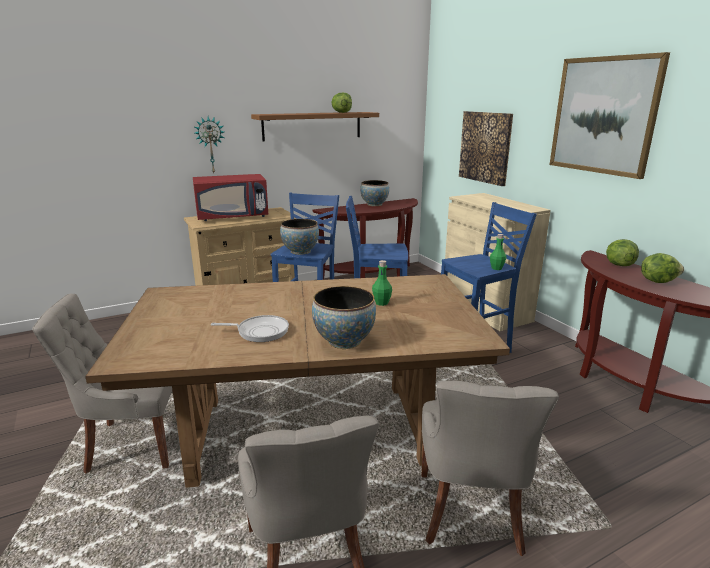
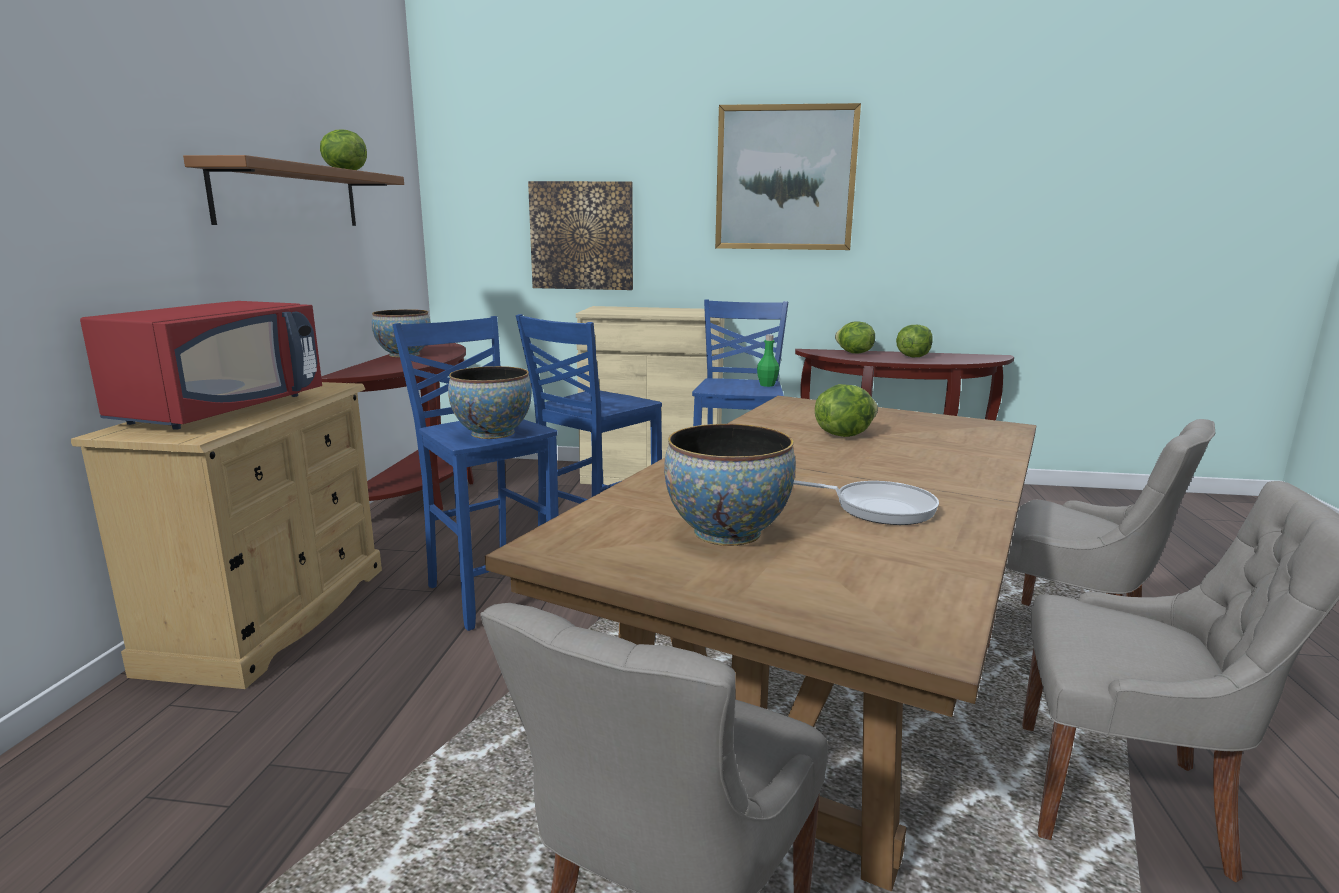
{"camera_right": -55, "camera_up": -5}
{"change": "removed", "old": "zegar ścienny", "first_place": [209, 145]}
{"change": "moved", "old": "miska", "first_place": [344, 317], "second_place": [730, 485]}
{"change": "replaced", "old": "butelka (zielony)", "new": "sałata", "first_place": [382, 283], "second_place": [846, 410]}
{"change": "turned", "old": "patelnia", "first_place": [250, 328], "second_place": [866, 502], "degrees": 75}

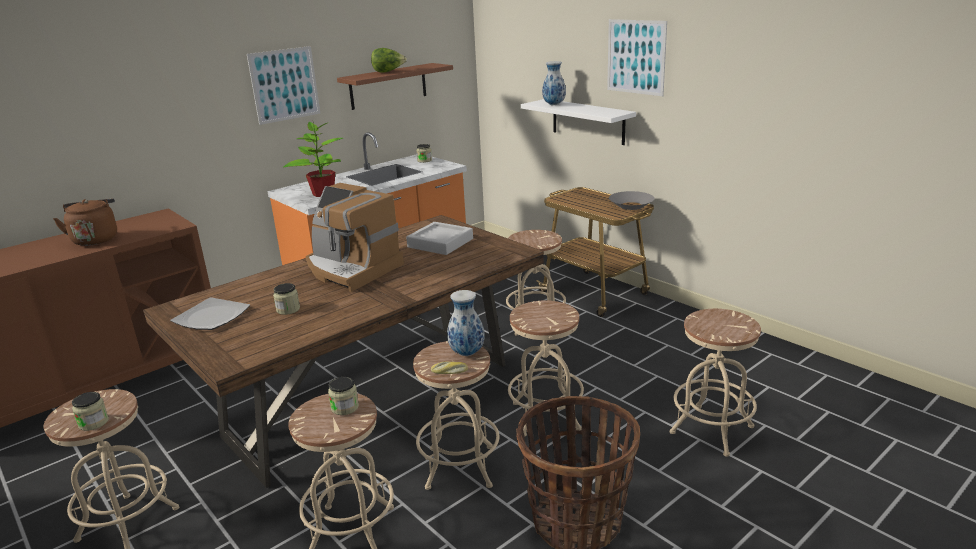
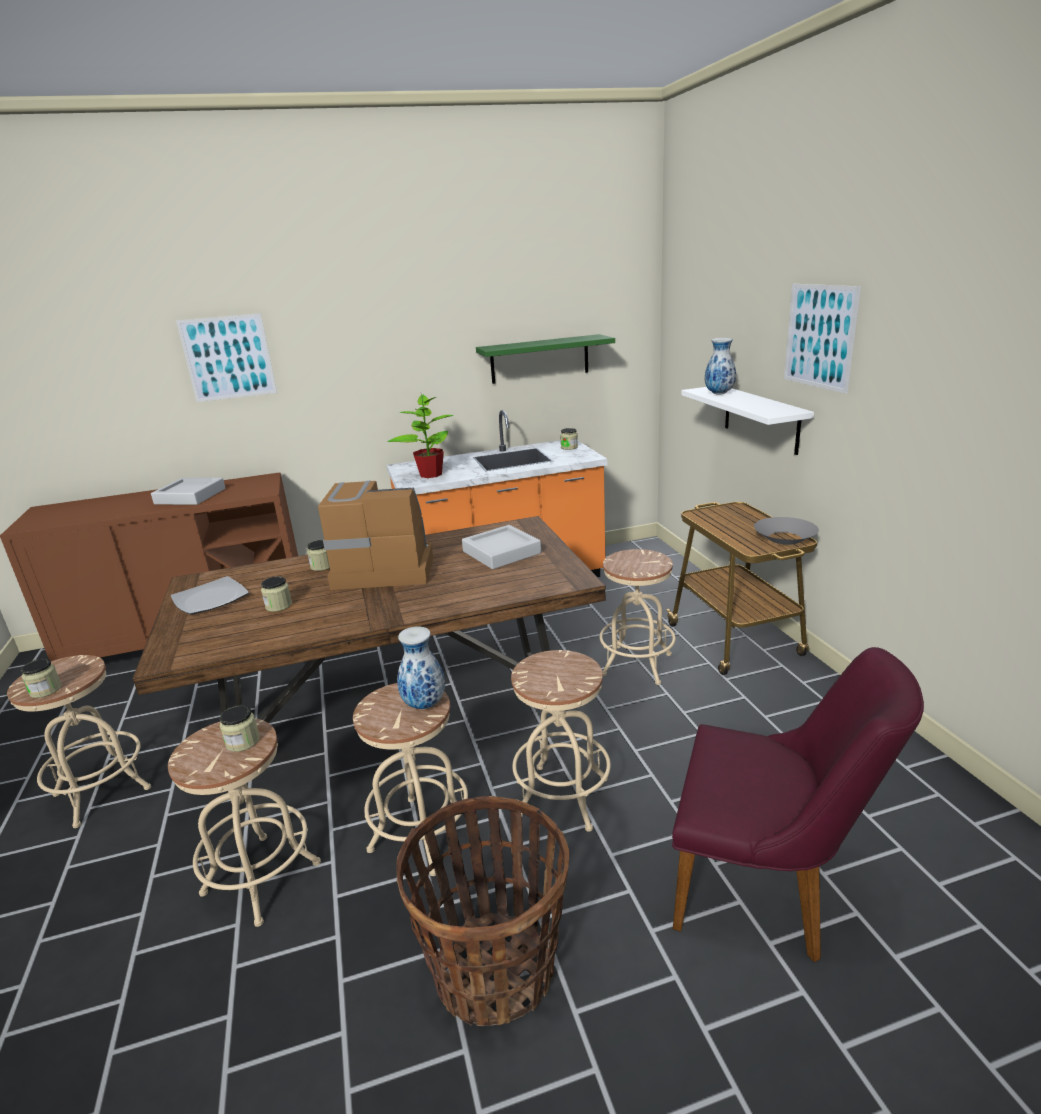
{"camera_right": 25, "camera_up": 0}
{"change": "removed", "old": "sałata", "first_place": [389, 60]}
{"change": "removed", "old": "chleb", "first_place": [449, 367]}
{"change": "added", "new": "słoik", "second_place": [318, 555]}
{"change": "moved", "old": "obraz", "first_place": [283, 85], "second_place": [226, 357]}
{"change": "replaced", "old": "czajnik (brązowy)", "new": "taca (szary)", "first_place": [85, 222], "second_place": [188, 491]}
{"change": "replaced", "old": "stołek (beżowy)", "new": "krzesło (fioletowy)", "first_place": [715, 383], "second_place": [798, 804]}
{"change": "recoloured", "old": "półka (brązowy)", "new": "półka (zielony)", "first_place": [395, 86], "second_place": [545, 359]}
{"change": "turned", "old": "ekspres do kawy", "first_place": [355, 237], "second_place": [375, 535], "degrees": 120}

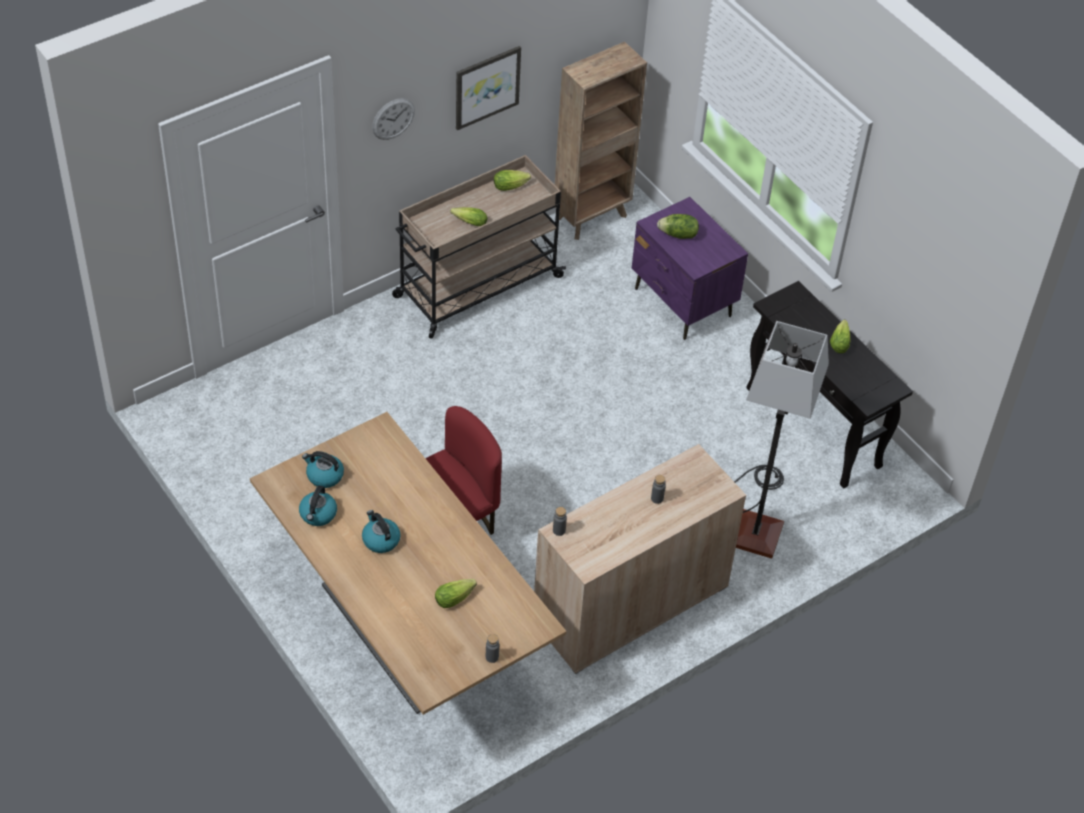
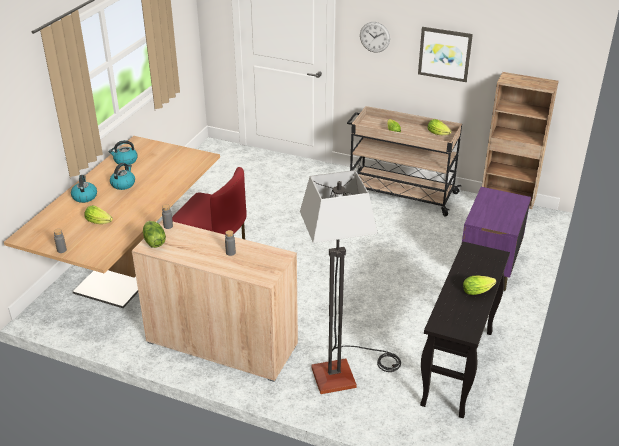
{"camera_right": 60, "camera_up": -15}
{"change": "moved", "old": "czajnik", "first_place": [323, 469], "second_place": [84, 189]}
{"change": "moved", "old": "sałata", "first_place": [678, 226], "second_place": [154, 234]}

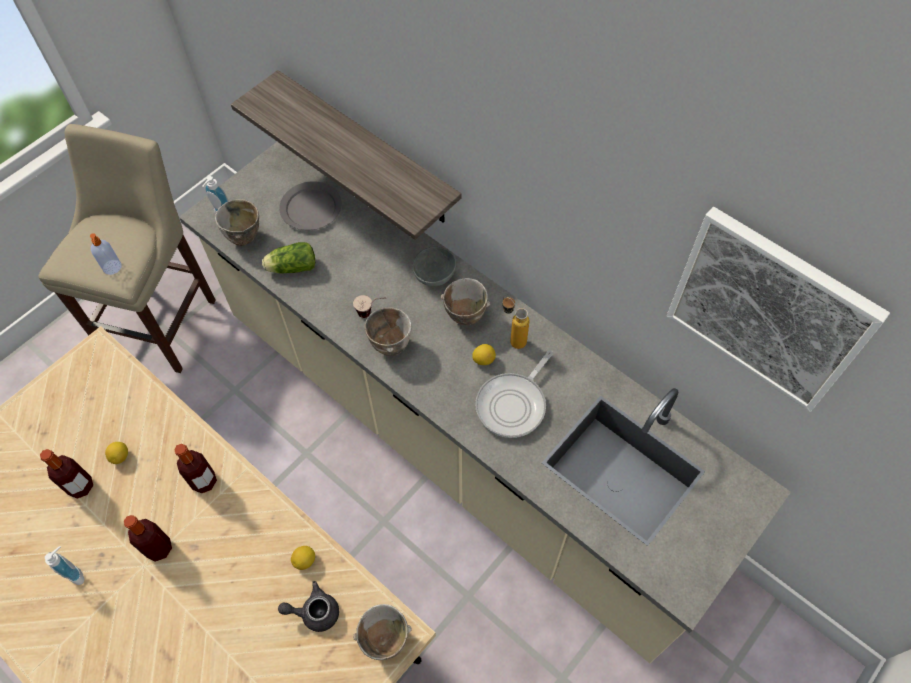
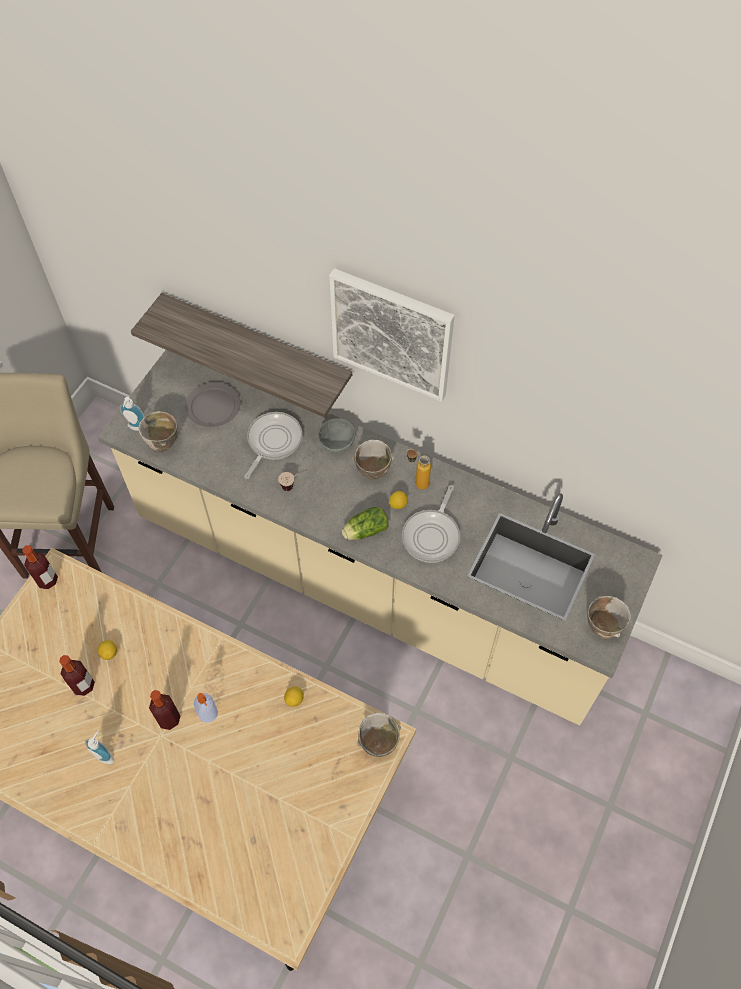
{"camera_right": -15, "camera_up": 0}
{"change": "removed", "old": "imbryk (szary)", "first_place": [308, 606]}
{"change": "added", "new": "patelnia", "second_place": [273, 445]}
{"change": "moved", "old": "dozownik mydła", "first_place": [105, 254], "second_place": [206, 708]}
{"change": "moved", "old": "butelka", "first_place": [196, 469], "second_place": [40, 567]}
{"change": "moved", "old": "sałata", "first_place": [288, 257], "second_place": [364, 523]}
{"change": "moved", "old": "miska", "first_place": [388, 331], "second_place": [609, 617]}
{"change": "moved", "old": "obraz", "first_place": [778, 309], "second_place": [392, 335]}

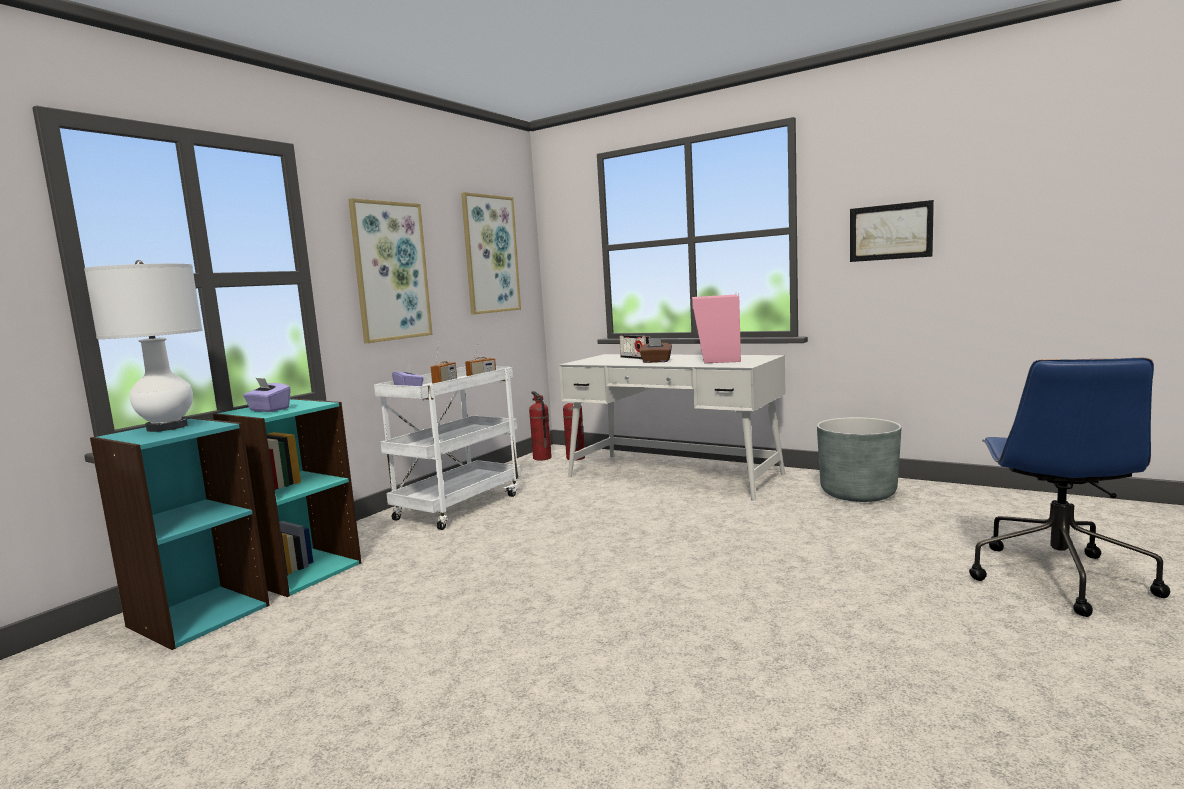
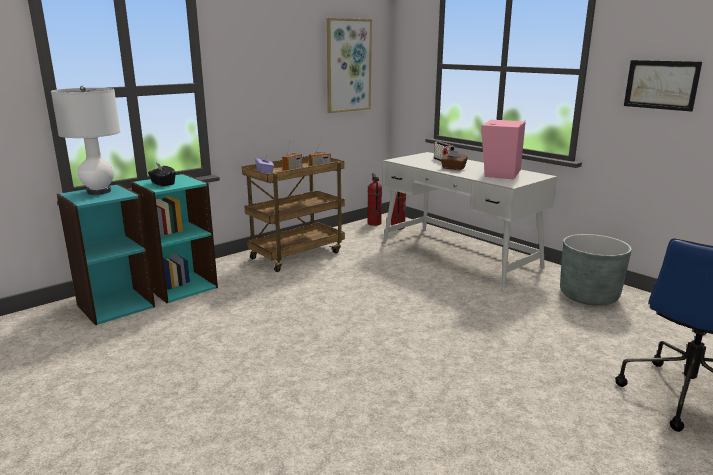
{"camera_right": 15, "camera_up": 10}
{"change": "removed", "old": "obraz", "first_place": [390, 270]}
{"change": "recoloured", "old": "pudełko chusteczek (fioletowy)", "new": "pudełko chusteczek (czarny)", "first_place": [267, 395], "second_place": [161, 174]}
{"change": "recoloured", "old": "wózek (biały)", "new": "wózek (brązowy)", "first_place": [447, 448], "second_place": [293, 214]}

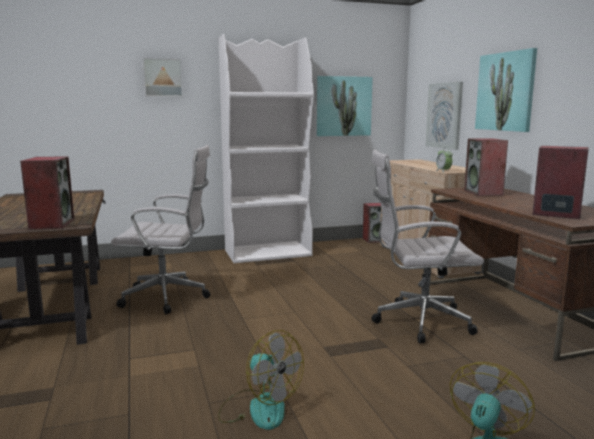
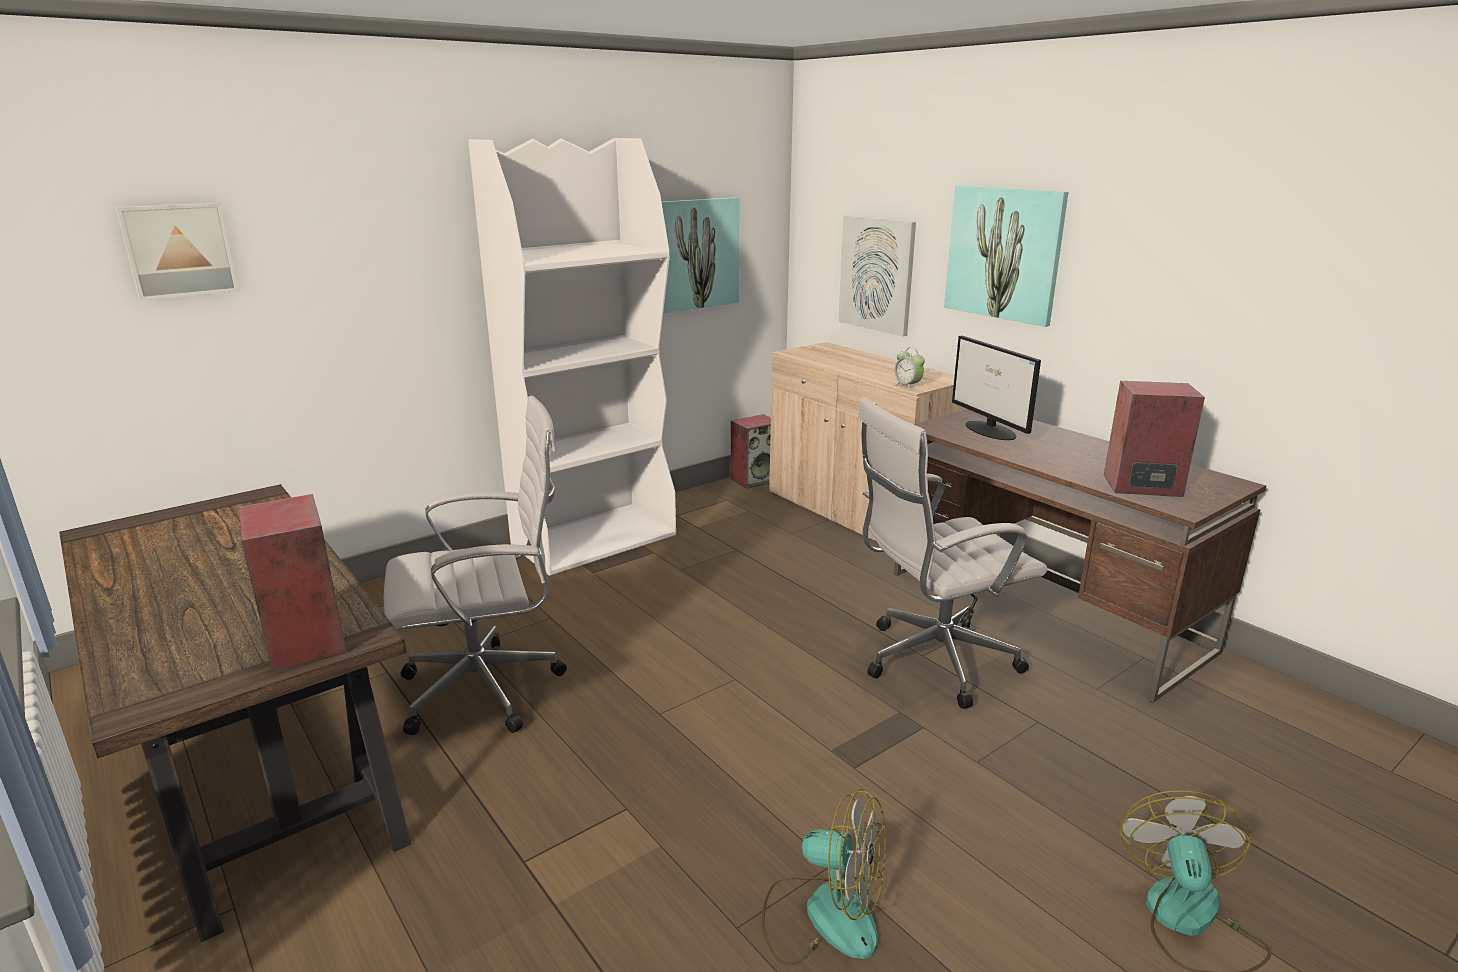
{"camera_right": -20, "camera_up": 10}
{"change": "moved", "old": "obraz", "first_place": [163, 77], "second_place": [177, 252]}
{"change": "replaced", "old": "głośnik", "new": "monitor", "first_place": [486, 167], "second_place": [996, 388]}

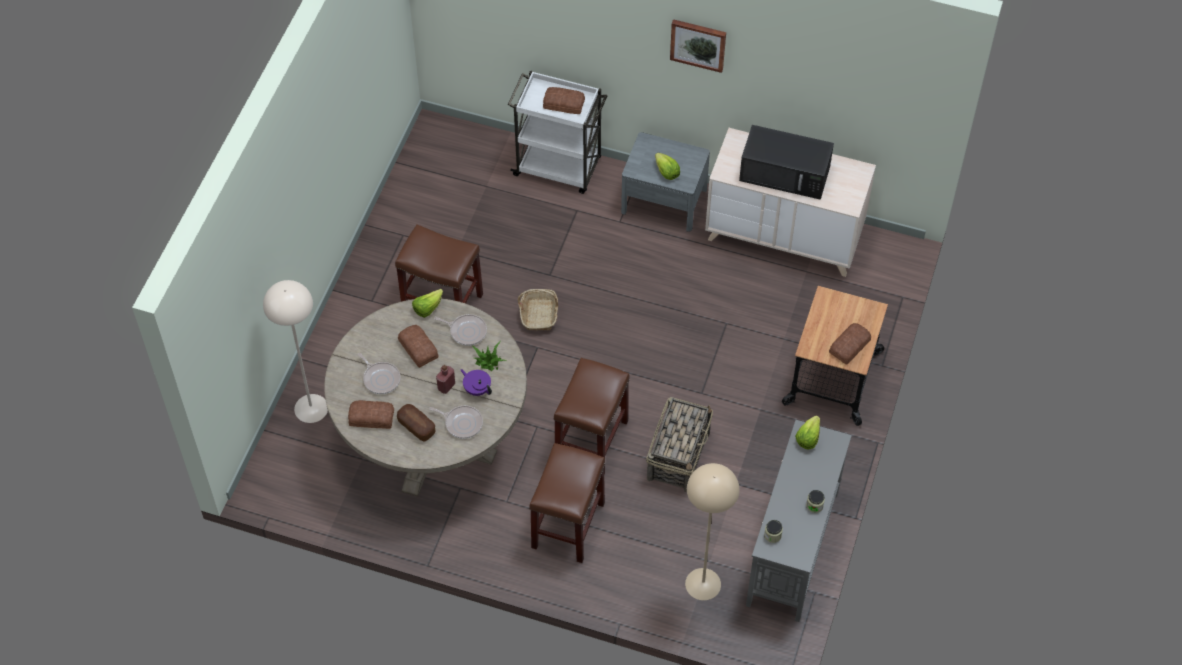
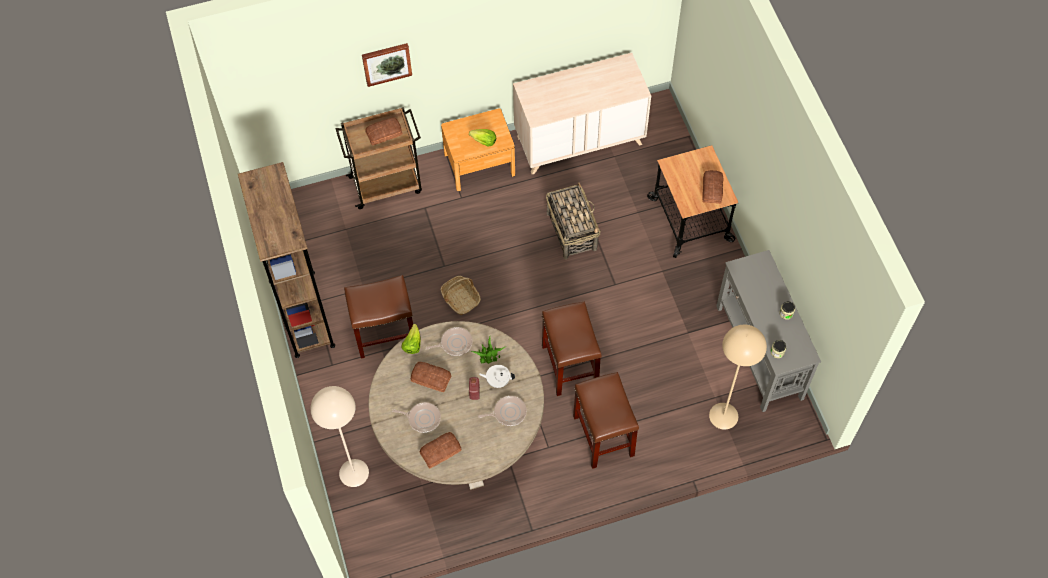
{"camera_right": -35, "camera_up": 5}
{"change": "removed", "old": "chleb", "first_place": [416, 423]}
{"change": "removed", "old": "mikrofalówka (czarny)", "first_place": [786, 162]}
{"change": "removed", "old": "sałata", "first_place": [807, 433]}
{"change": "added", "new": "regał (brązowy)", "second_place": [286, 260]}
{"change": "moved", "old": "koszyk", "first_place": [679, 444], "second_place": [573, 221]}
{"change": "moved", "old": "obraz", "first_place": [698, 46], "second_place": [387, 65]}
{"change": "recoloured", "old": "imbryk (fioletowy)", "new": "imbryk (biały)", "first_place": [476, 382], "second_place": [497, 376]}
{"change": "recoloured", "old": "wózek (biały)", "new": "wózek (brązowy)", "first_place": [557, 132], "second_place": [379, 158]}
{"change": "recoloured", "old": "szafka nocna (szary)", "new": "szafka nocna (brązowy)", "first_place": [665, 182], "second_place": [478, 149]}

